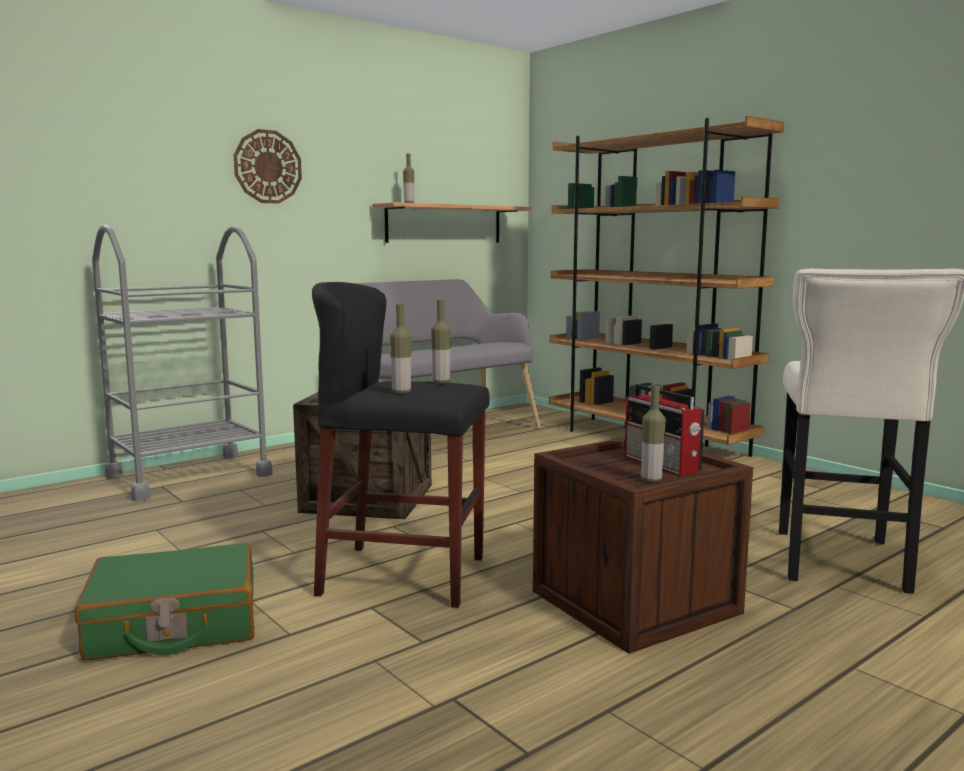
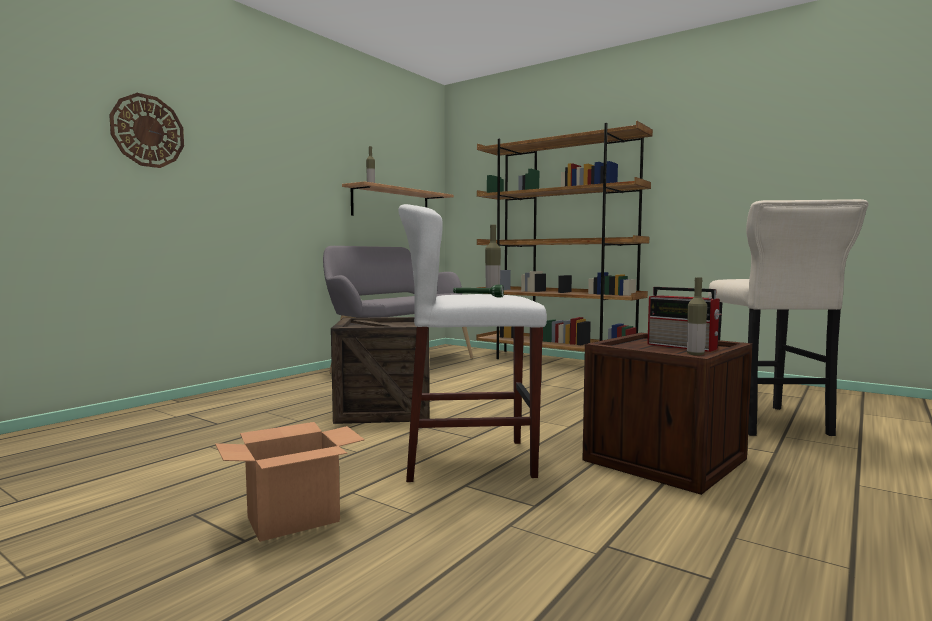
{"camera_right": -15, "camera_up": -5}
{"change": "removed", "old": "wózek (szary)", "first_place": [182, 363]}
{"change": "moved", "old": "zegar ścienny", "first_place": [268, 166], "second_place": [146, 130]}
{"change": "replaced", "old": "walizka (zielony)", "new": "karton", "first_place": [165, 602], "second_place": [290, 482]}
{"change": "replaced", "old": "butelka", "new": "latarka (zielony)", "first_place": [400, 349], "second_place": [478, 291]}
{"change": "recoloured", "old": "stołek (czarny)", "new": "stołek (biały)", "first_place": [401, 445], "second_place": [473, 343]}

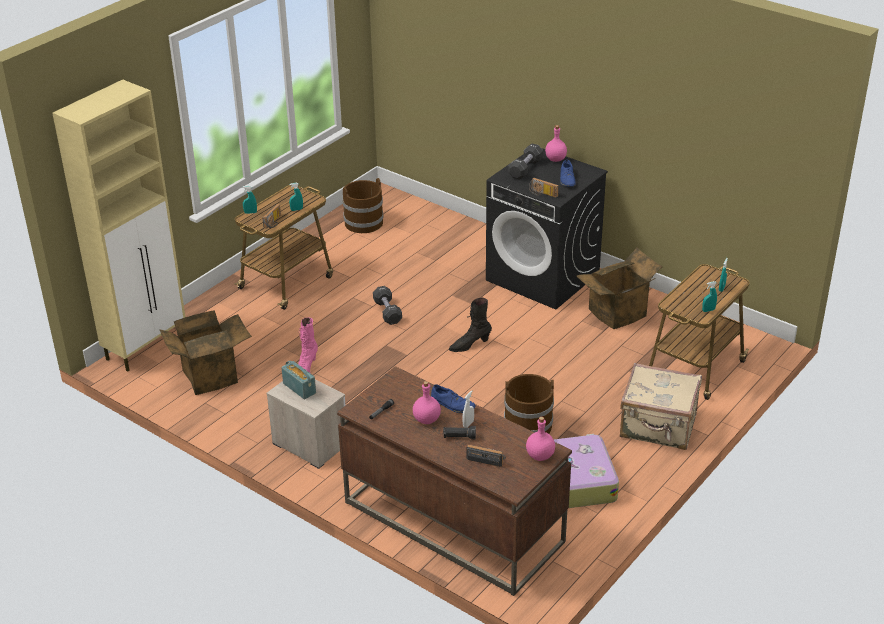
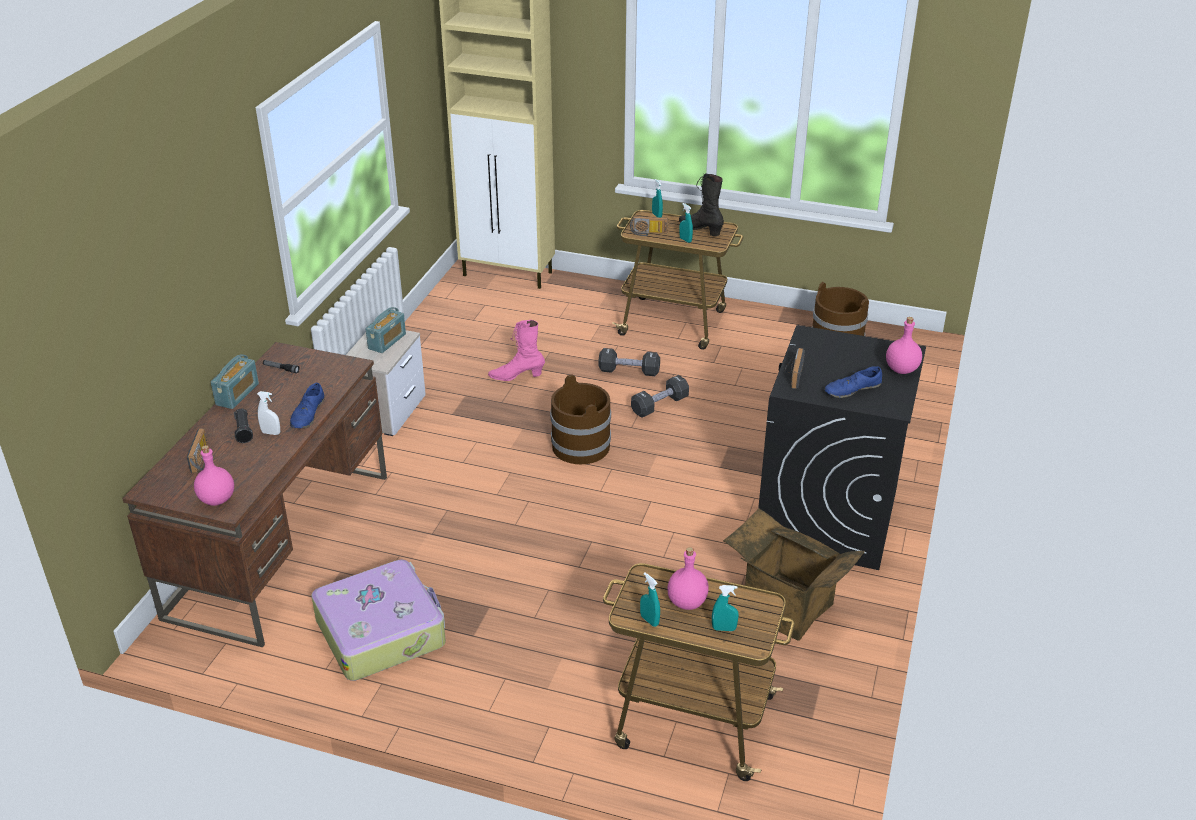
{"camera_right": 70, "camera_up": 0}
{"change": "removed", "old": "karton", "first_place": [206, 352]}
{"change": "removed", "old": "walizka (beżowy)", "first_place": [661, 406]}
{"change": "added", "new": "radio", "second_place": [235, 381]}
{"change": "moved", "old": "butelka (różowy)", "first_place": [427, 402], "second_place": [688, 578]}
{"change": "moved", "old": "but z cholewką (czarny)", "first_place": [470, 325], "second_place": [701, 205]}
{"change": "moved", "old": "wiadro (brązowy)", "first_place": [529, 404], "second_place": [580, 419]}
{"change": "moved", "old": "hantel (czarny)", "first_place": [525, 162], "second_place": [629, 362]}

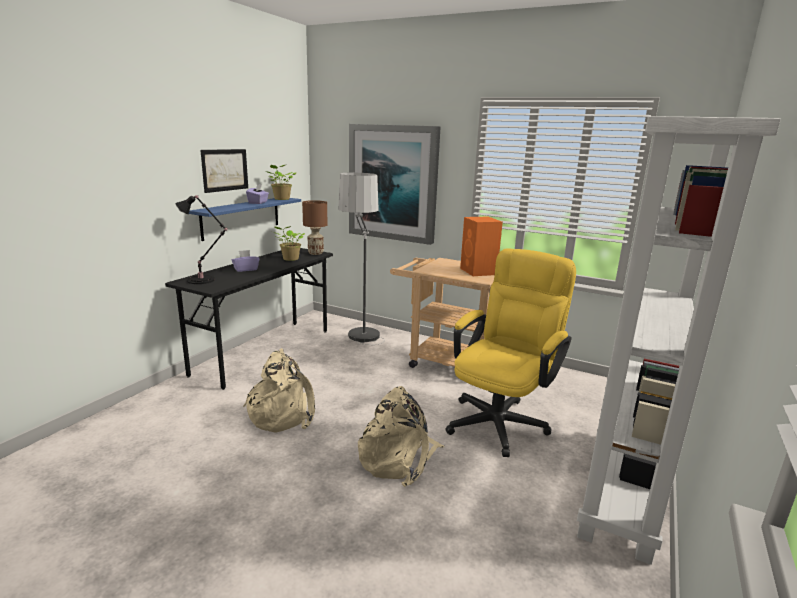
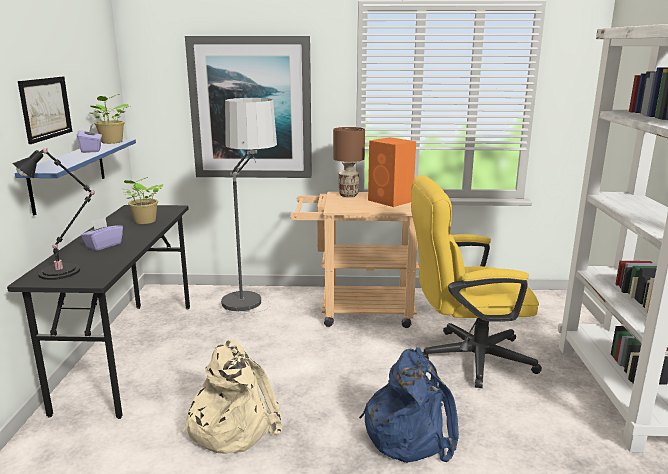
{"camera_right": -25, "camera_up": 0}
{"change": "moved", "old": "lampa stołowa (brązowy)", "first_place": [314, 227], "second_place": [349, 162]}
{"change": "recoloured", "old": "plecak (beżowy)", "new": "plecak (niebieski)", "first_place": [401, 436], "second_place": [409, 405]}
{"change": "turned", "old": "krzesło biurowe (żółty)", "first_place": [511, 352], "second_place": [476, 281], "degrees": -105}

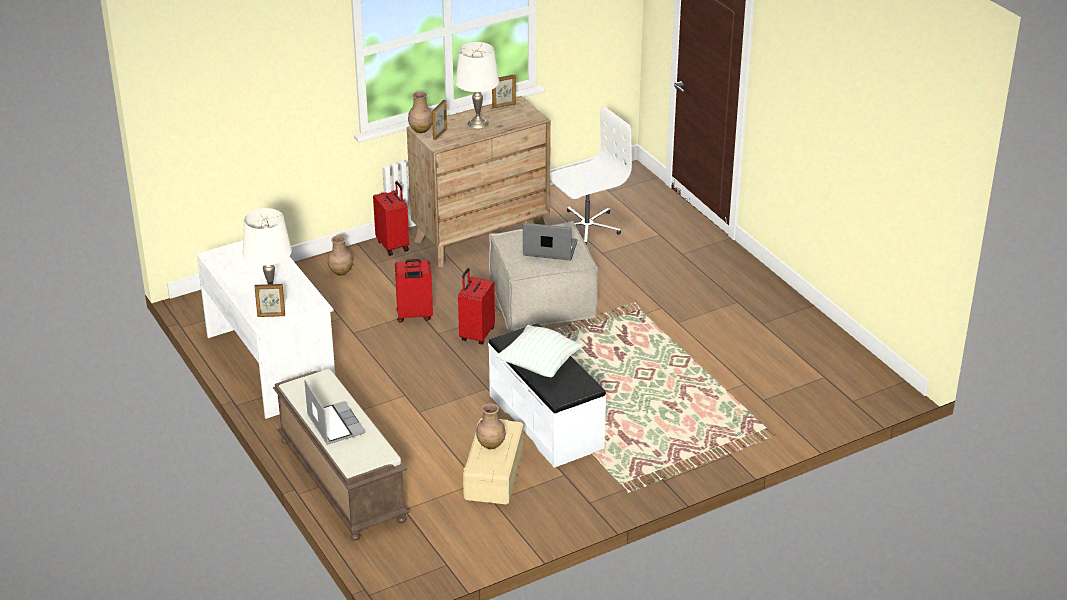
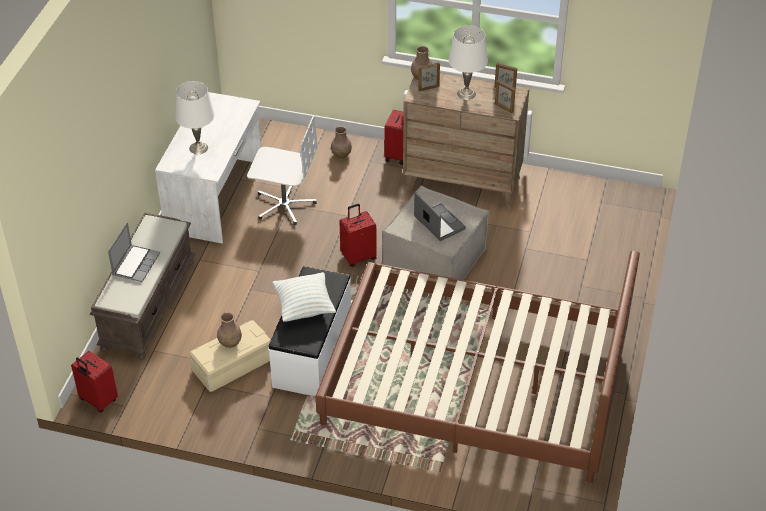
{"camera_right": 45, "camera_up": 10}
{"change": "added", "new": "łóżko (brązowy)", "second_place": [478, 367]}
{"change": "moved", "old": "ramka na zdjęcie", "first_place": [269, 300], "second_place": [505, 96]}
{"change": "moved", "old": "walizka (czerwony)", "first_place": [414, 291], "second_place": [94, 381]}
{"change": "moved", "old": "krzesło biurowe (biały)", "first_place": [591, 176], "second_place": [282, 170]}

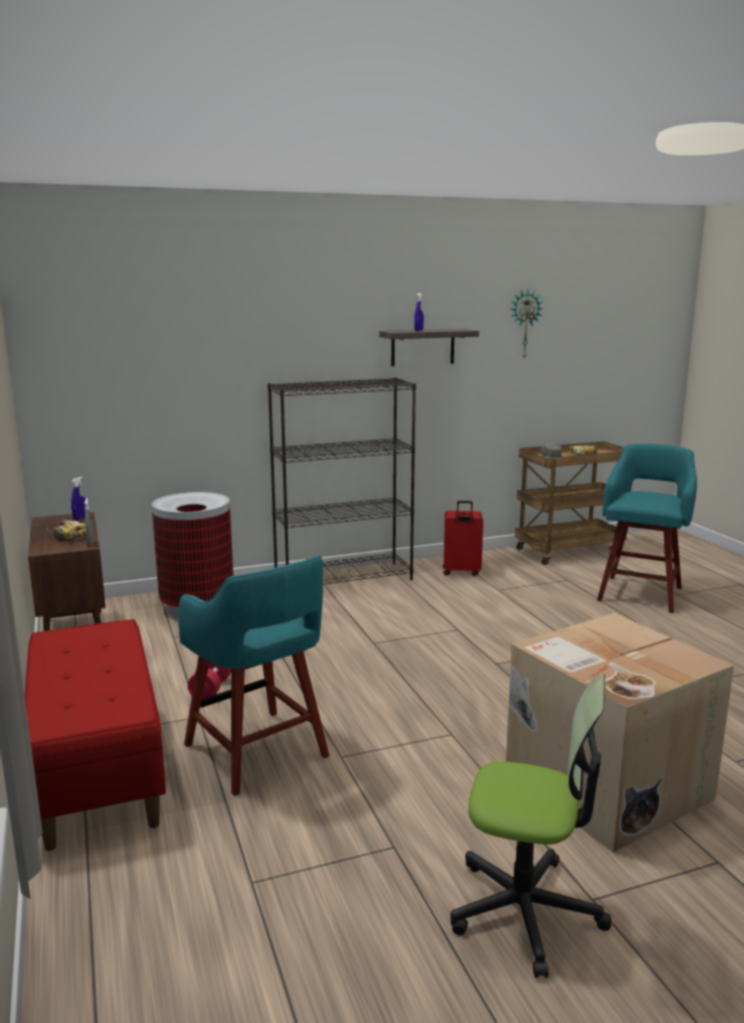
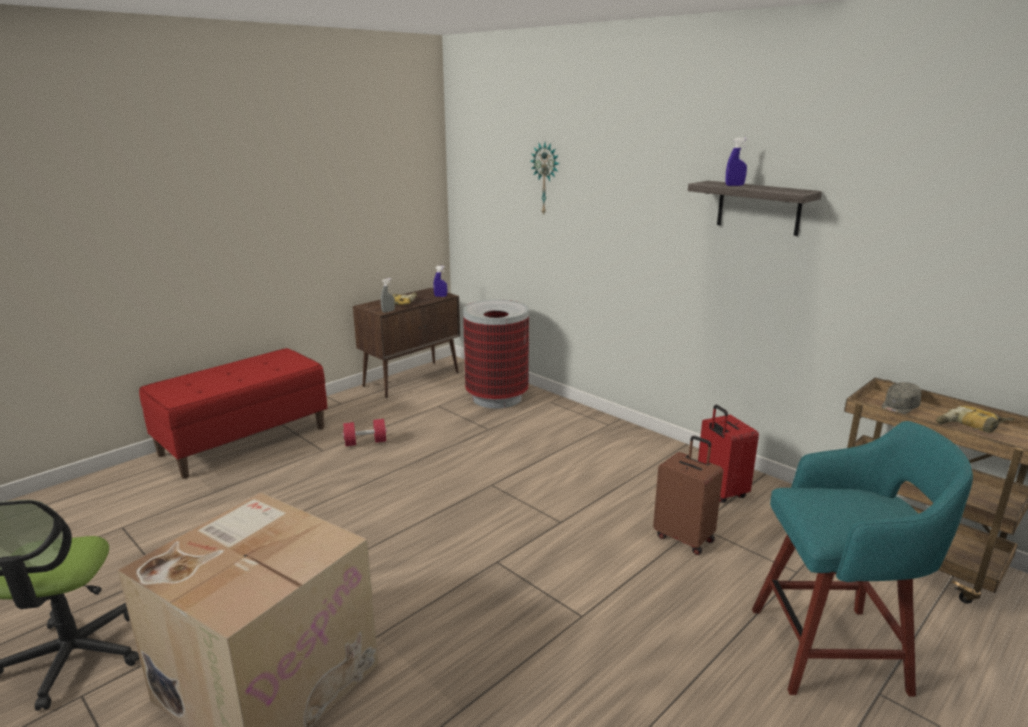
{"camera_right": 65, "camera_up": 5}
{"change": "removed", "old": "stołek (turkusowy)", "first_place": [253, 676]}
{"change": "removed", "old": "regał (czarny)", "first_place": [342, 481]}
{"change": "added", "new": "walizka (brązowy)", "second_place": [688, 495]}
{"change": "moved", "old": "zegar ścienny", "first_place": [527, 325], "second_place": [544, 179]}

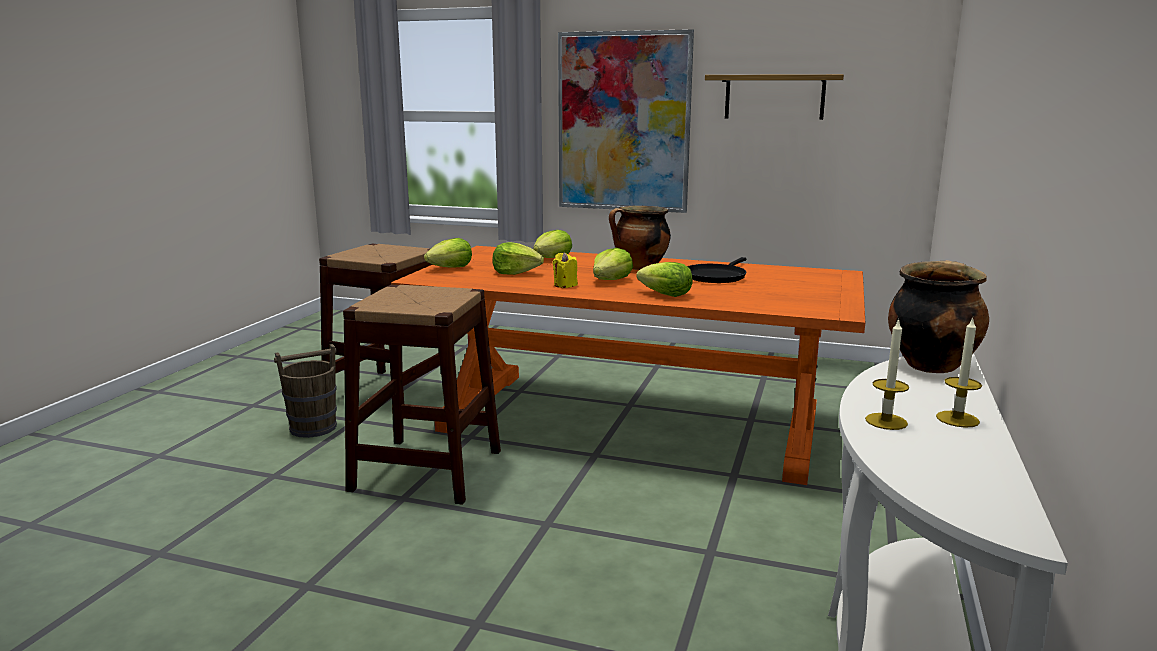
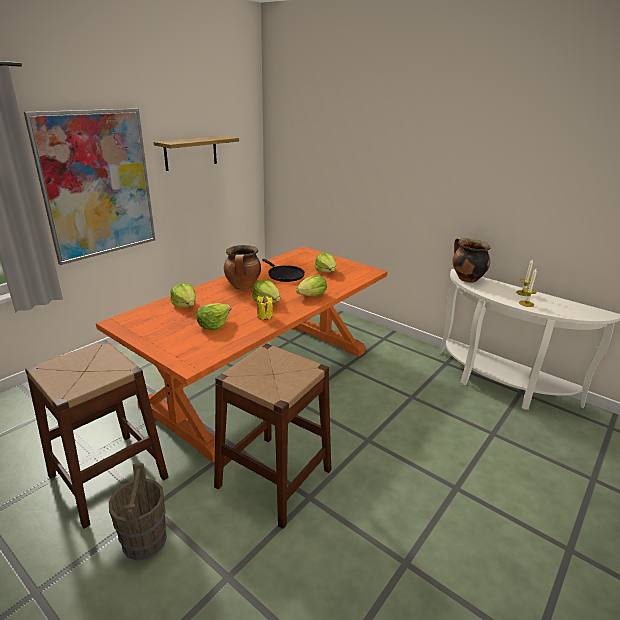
{"camera_right": -70, "camera_up": 10}
{"change": "moved", "old": "sałata", "first_place": [448, 253], "second_place": [325, 263]}

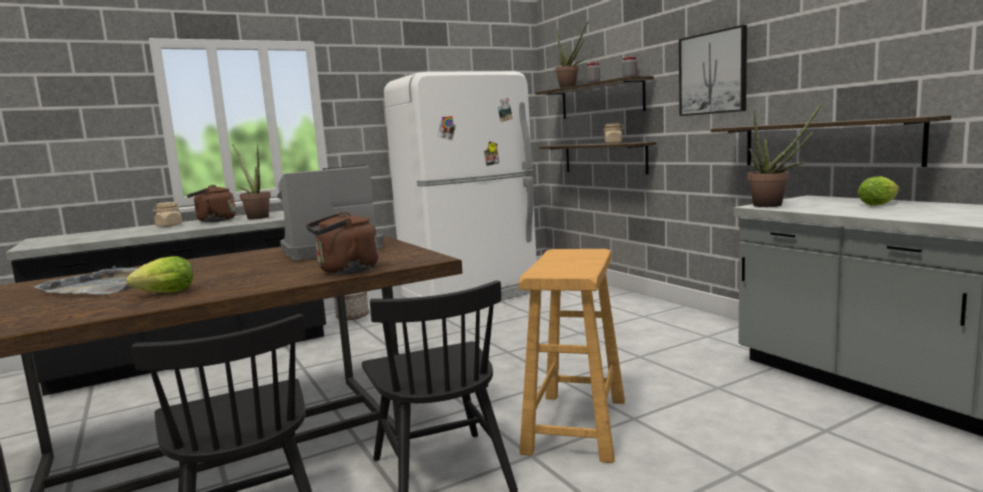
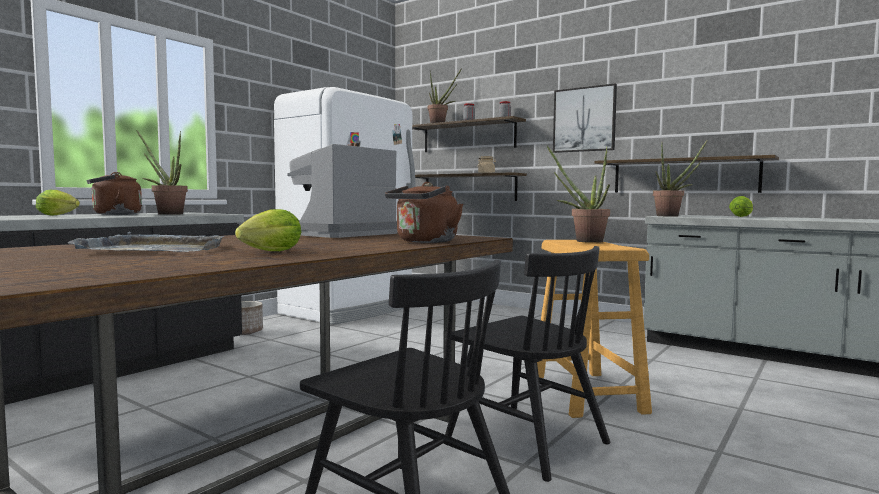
{"camera_right": -25, "camera_up": -5}
{"change": "added", "new": "roślina doniczkowa", "second_place": [578, 194]}
{"change": "replaced", "old": "słoik (beżowy)", "new": "sałata", "first_place": [167, 214], "second_place": [58, 203]}

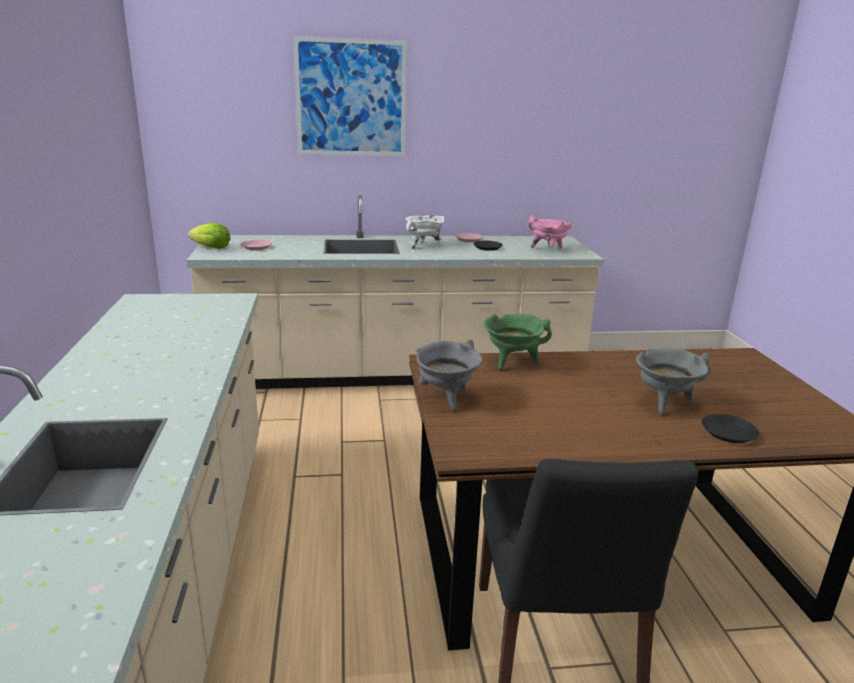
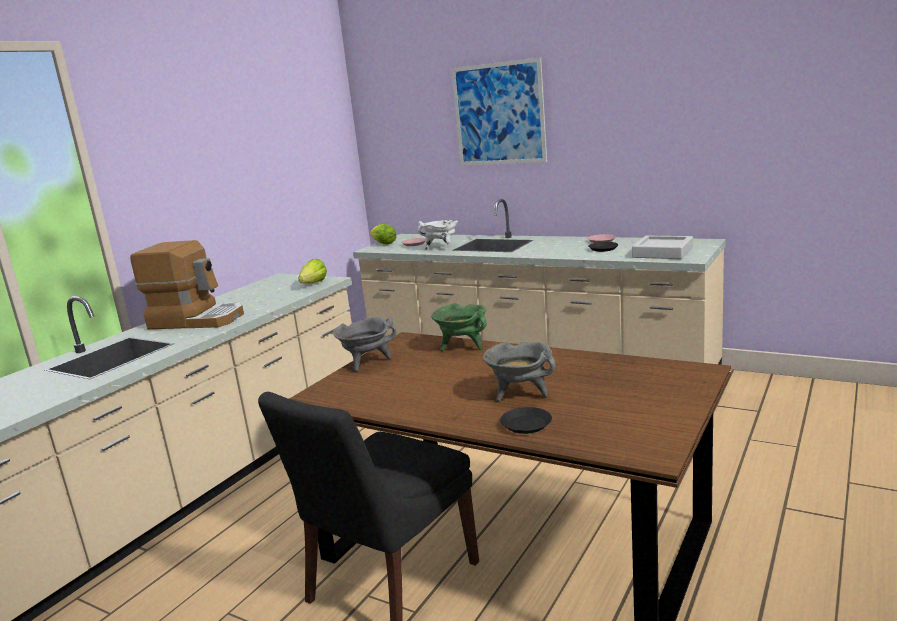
{"camera_right": 40, "camera_up": -5}
{"change": "added", "new": "ekspres do kawy", "second_place": [187, 284]}
{"change": "added", "new": "sałata", "second_place": [312, 271]}
{"change": "moved", "old": "garnek (biały)", "first_place": [425, 232], "second_place": [438, 235]}
{"change": "replaced", "old": "garnek (różowy)", "new": "taca (szary)", "first_place": [550, 231], "second_place": [662, 247]}

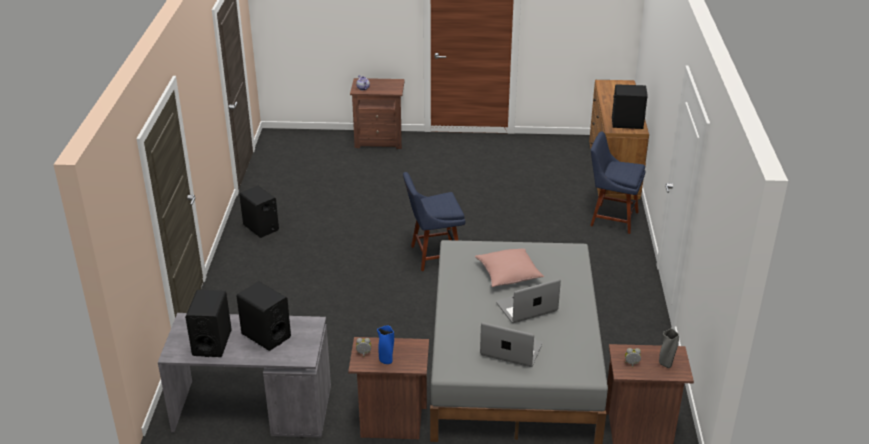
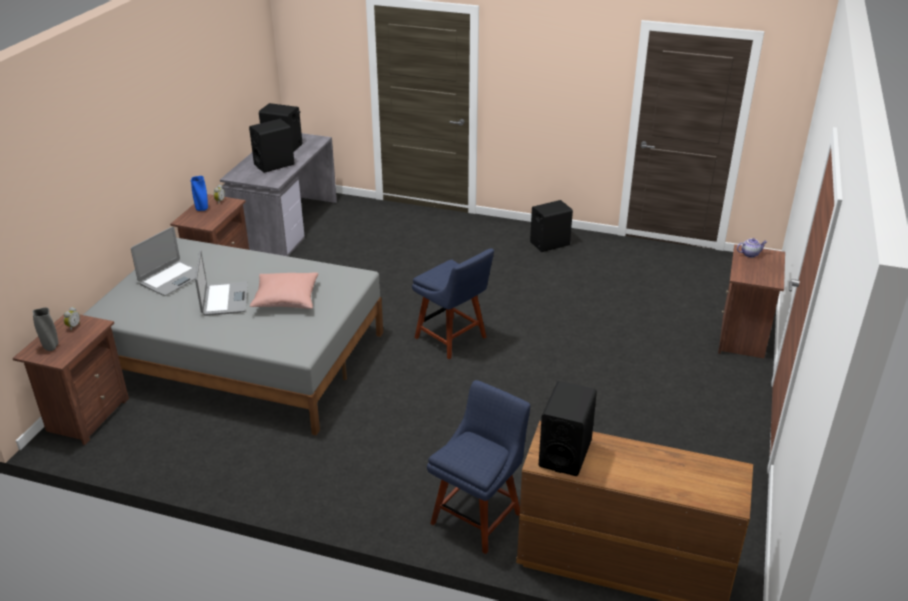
{"camera_right": 105, "camera_up": 0}
{"change": "turned", "old": "krzesło (niebieski)", "first_place": [434, 221], "second_place": [453, 303], "degrees": 135}

